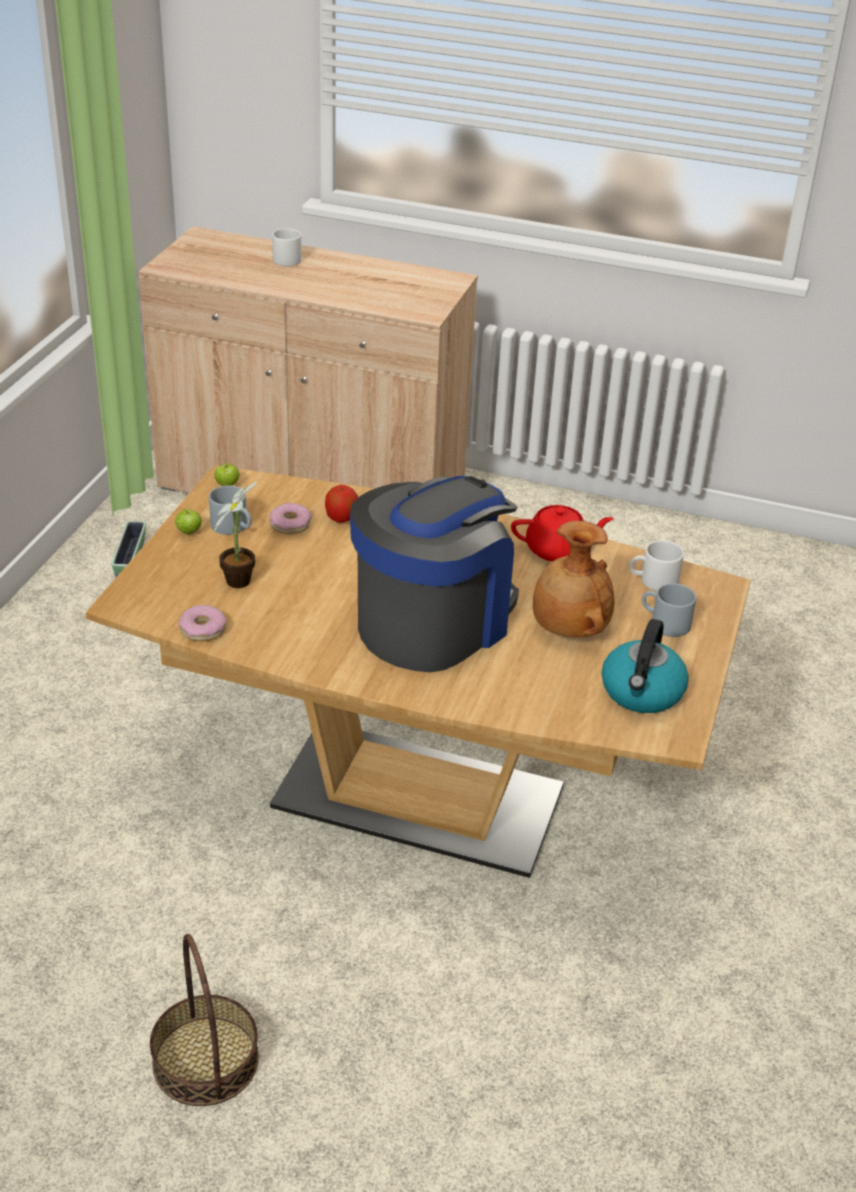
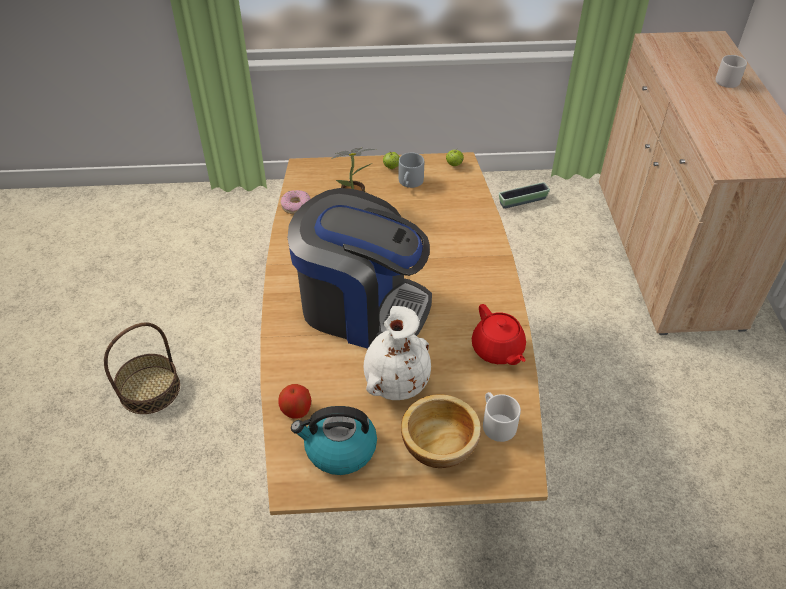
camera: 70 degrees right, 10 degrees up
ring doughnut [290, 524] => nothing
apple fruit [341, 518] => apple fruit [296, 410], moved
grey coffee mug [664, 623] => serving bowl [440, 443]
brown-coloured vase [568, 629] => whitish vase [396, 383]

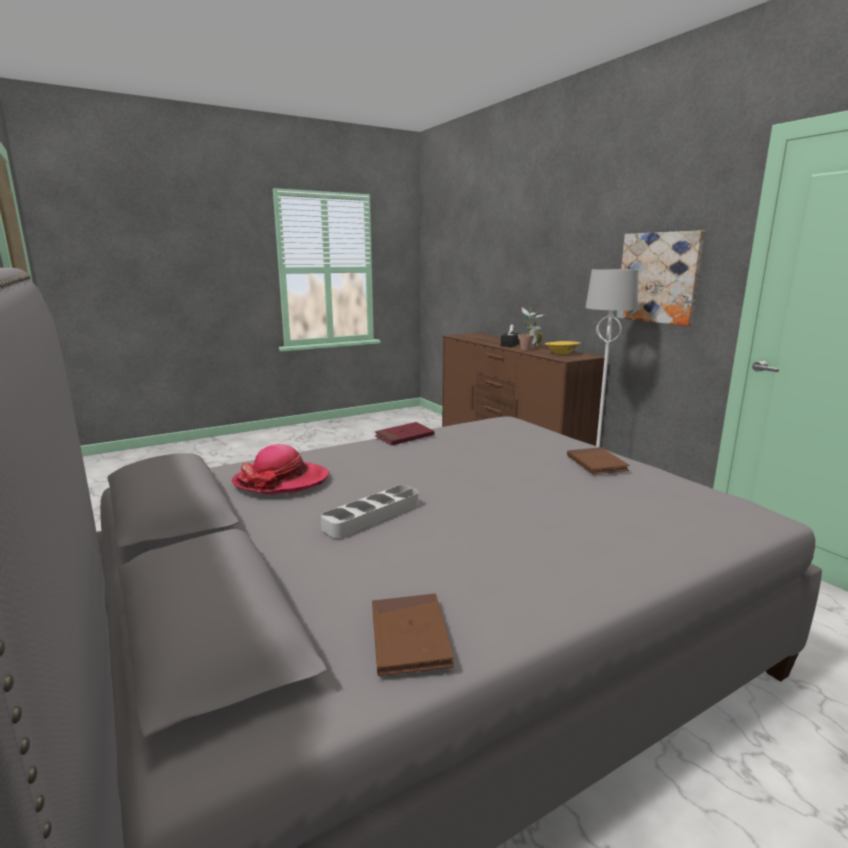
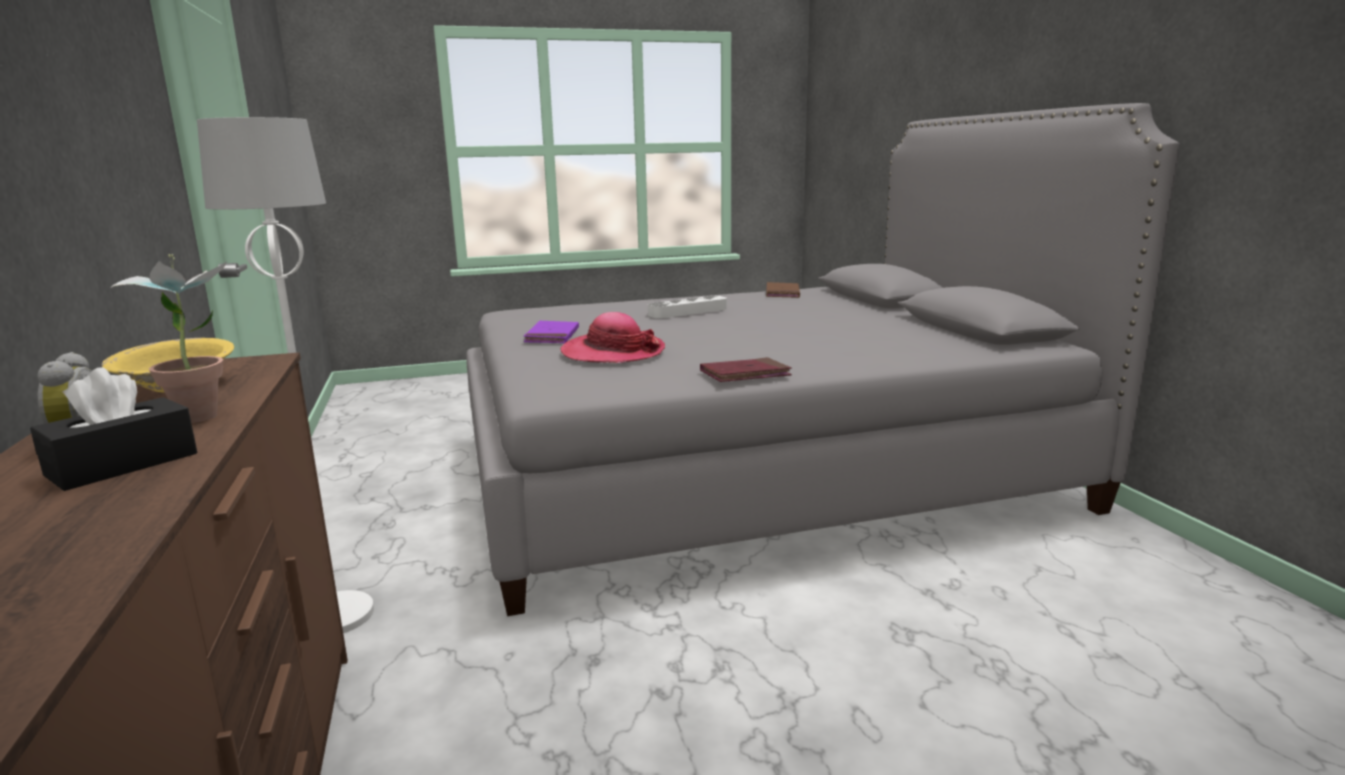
camera: 165 degrees left, 0 degrees up
wall picture [659, 277] => nothing
wearable hat [281, 481] => wearable hat [613, 353], moved
grey tray [372, 516] => grey tray [688, 312], moved
brown-coloured book [596, 464] => purple book [552, 336]

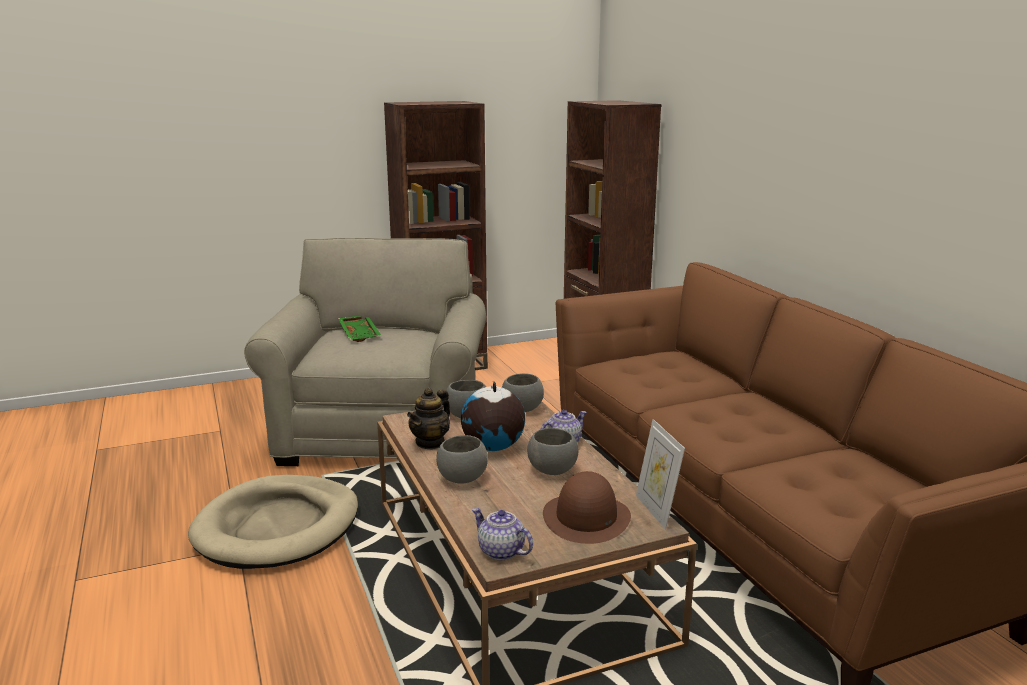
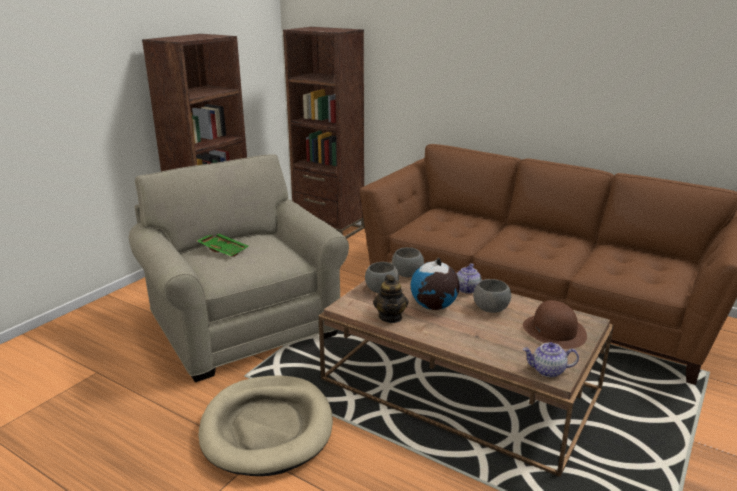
camera: 35 degrees left, 5 degrees up
grey serving bowl [461, 479] => nothing
picture frame [656, 510] => nothing

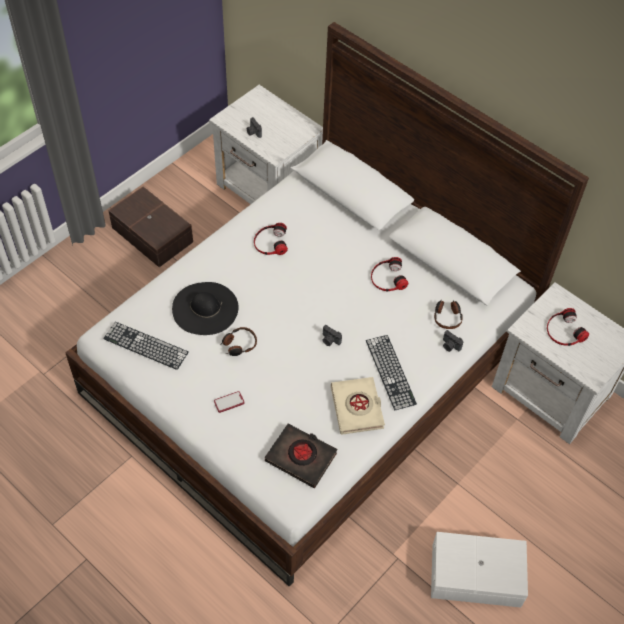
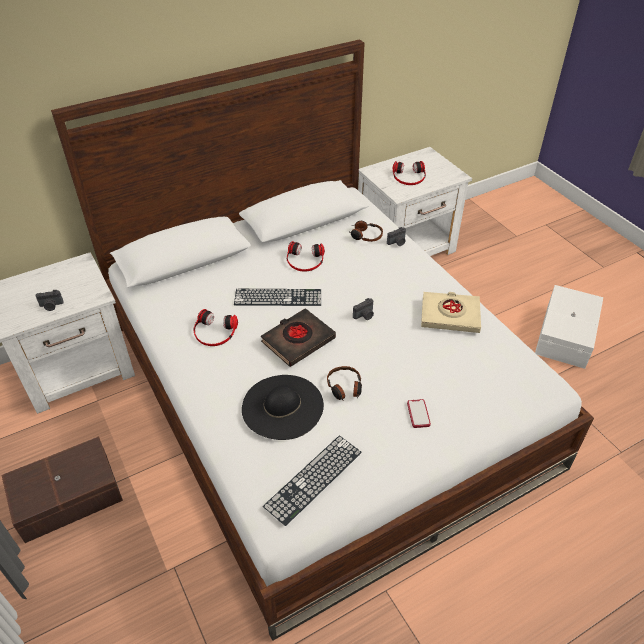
camera: 70 degrees left, 10 degrees down
blackish book [301, 457] => blackish book [298, 340], moved
PC keyboard [390, 372] => PC keyboard [278, 297], moved

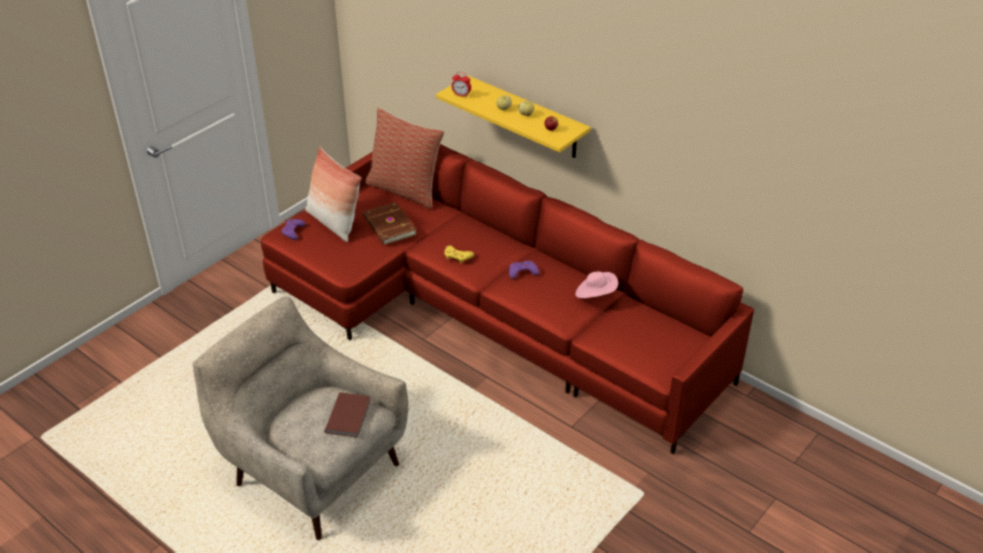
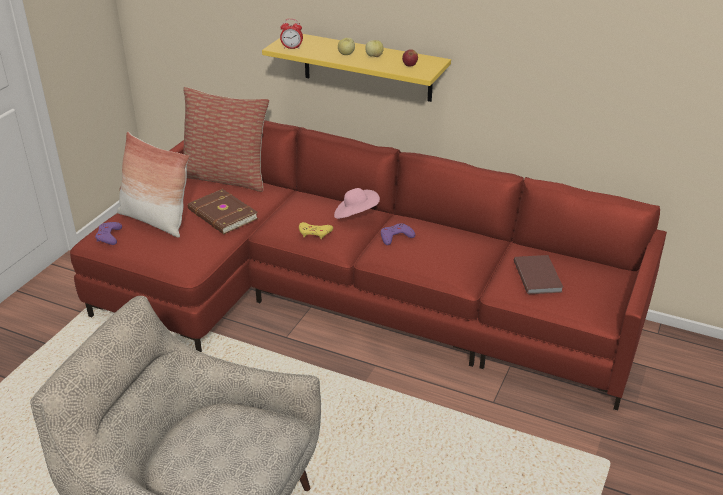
camera: 15 degrees left, 5 degrees down
brown-coloured book [349, 416] => brown-coloured book [538, 276], moved
pink-coloured wearable hat [595, 294] => pink-coloured wearable hat [355, 215], moved

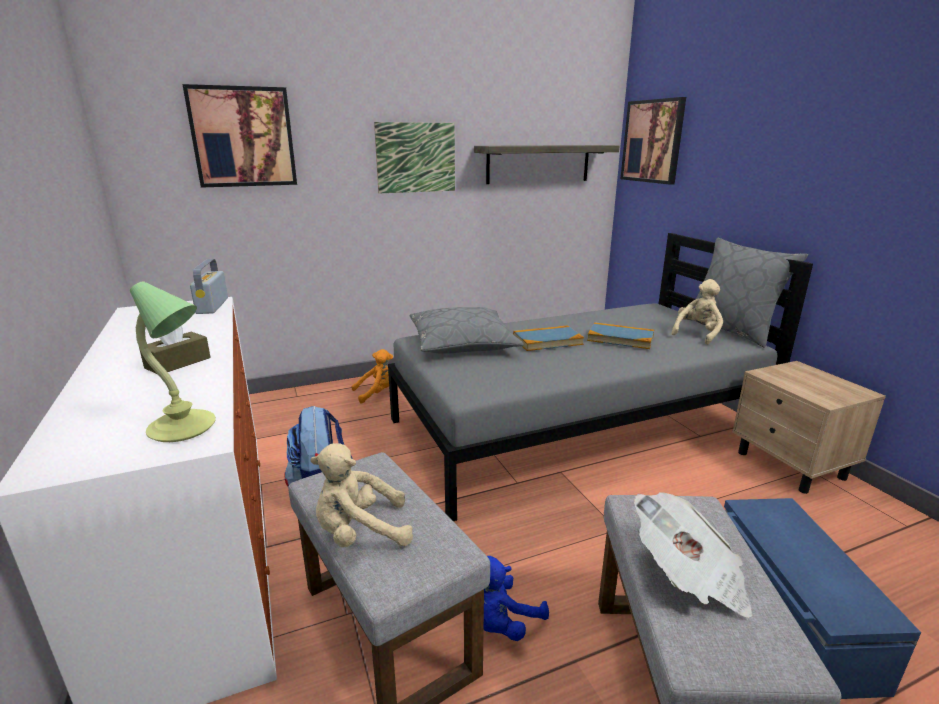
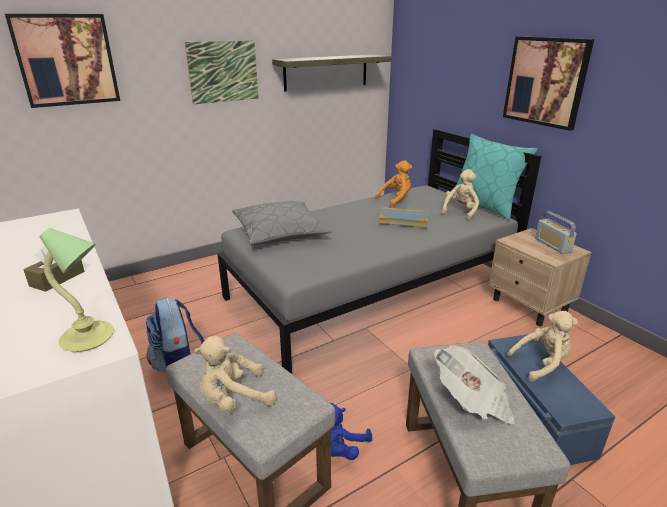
camera: 10 degrees left, 5 degrees up
book [547, 341] => nothing
nothing => sand-coloured soft toy [541, 363]
radio receiver [212, 306] => radio receiver [552, 245], moved
orange-coloured soft toy [377, 393] => orange-coloured soft toy [396, 199], moved
wall picture [652, 141] => wall picture [545, 82], moved
grey throw pillow [731, 329] => turquoise throw pillow [484, 206]

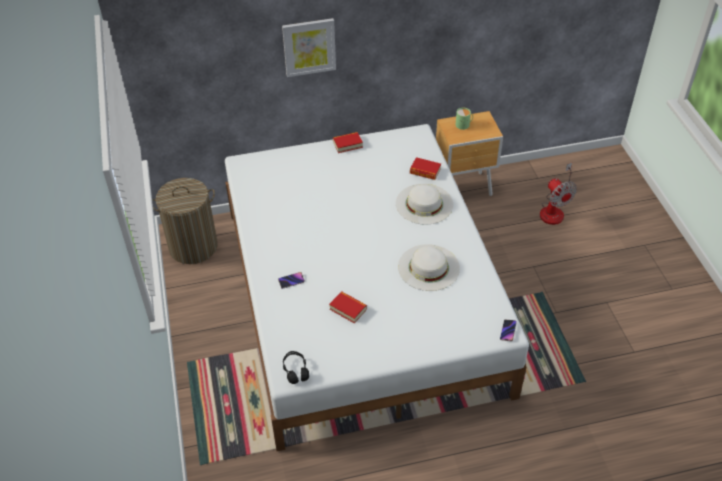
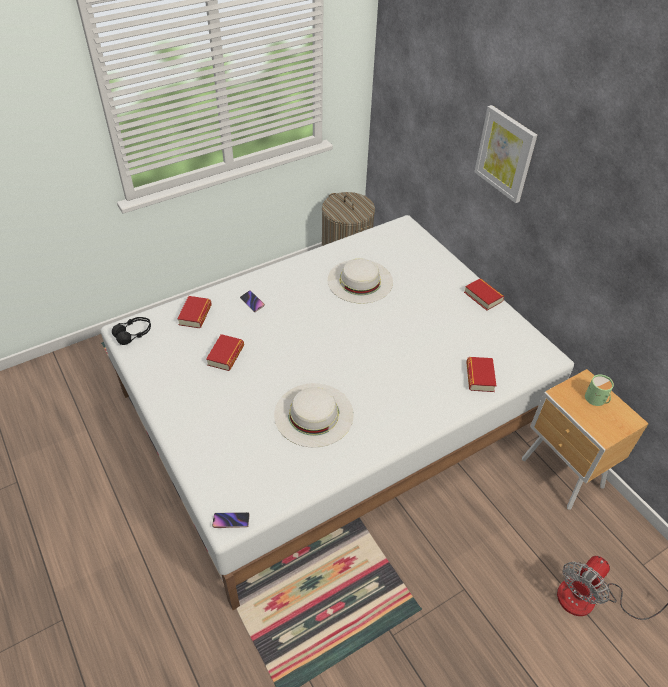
camera: 70 degrees right, 0 degrees up
nothing => book [195, 315]
whitish wearable hat [424, 204] => whitish wearable hat [360, 281], moved

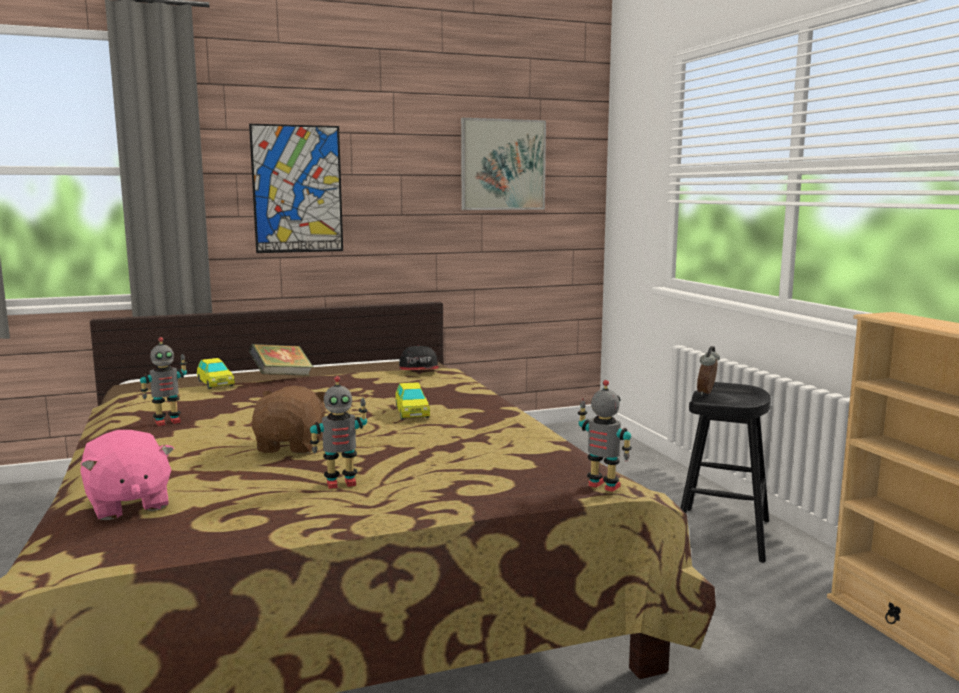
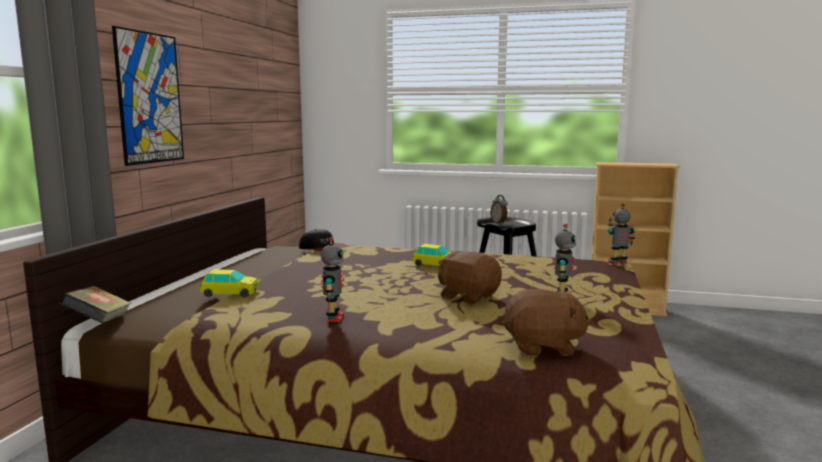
camera: 55 degrees left, 0 degrees up
wall picture [503, 165] => nothing
book [282, 377] => book [99, 324], moved
pink-coloured soft toy [127, 505] => brown-coloured soft toy [543, 347]

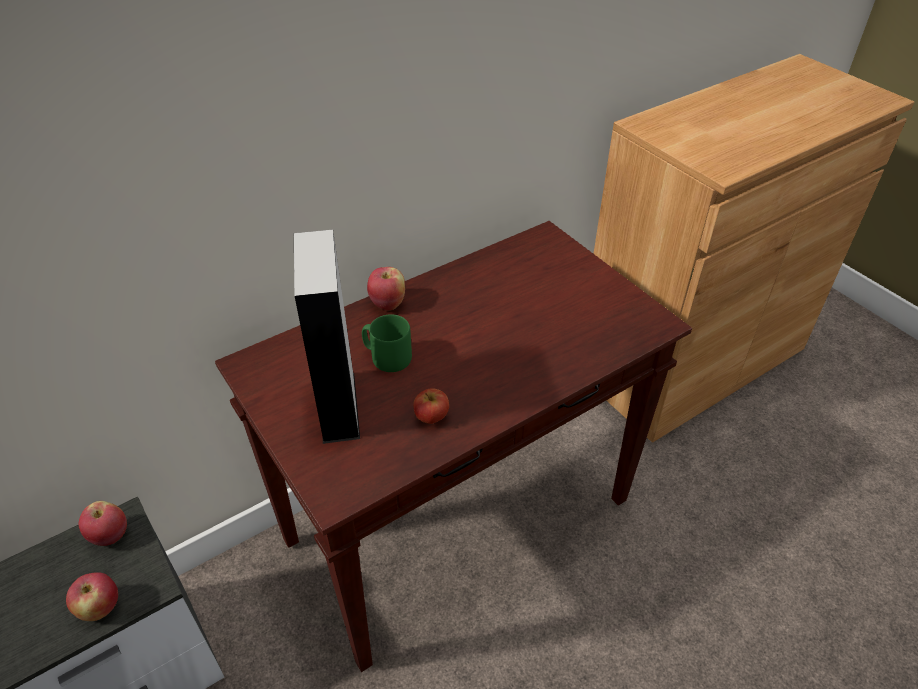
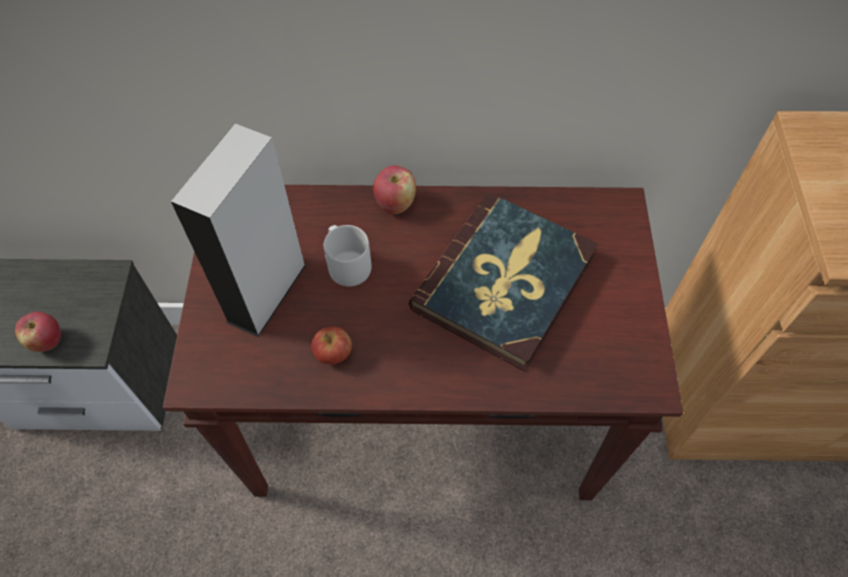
camera: 35 degrees right, 15 degrees up
apple fruit [110, 535] => nothing
nothing => book [505, 283]
green coffee mug [387, 357] => grey coffee mug [347, 264]

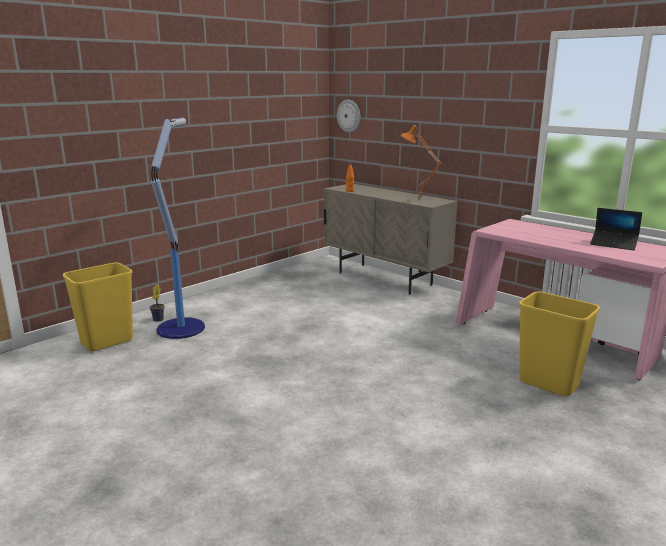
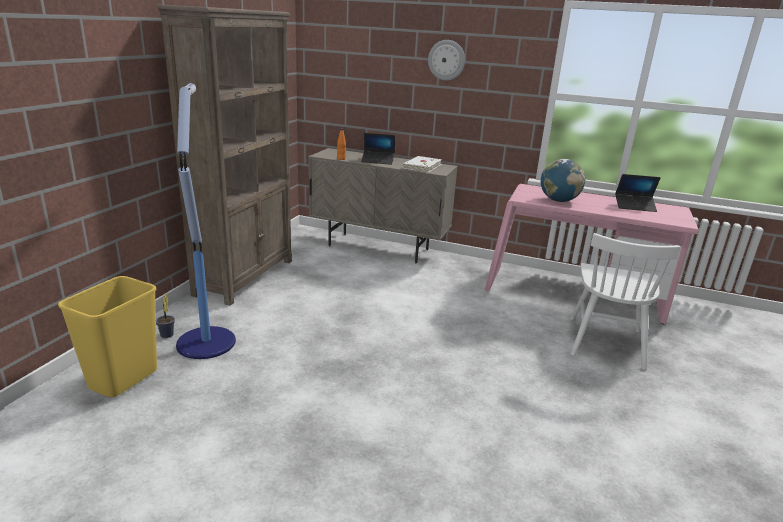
camera: 25 degrees left, 5 degrees up
nothing => brown-coloured bookcase [245, 277]
nothing => laptop [378, 161]
nothing => world globe [558, 201]
hanging clock [349, 116] => hanging clock [446, 60], moved
orange-coloured lamp for a table [418, 199] => whitish book [421, 166]
yellow-coloured trash can [547, 384] => whitish chair [605, 342]

